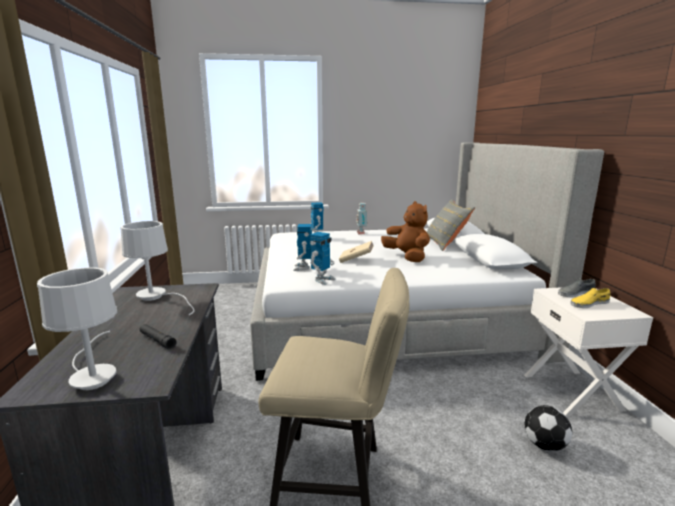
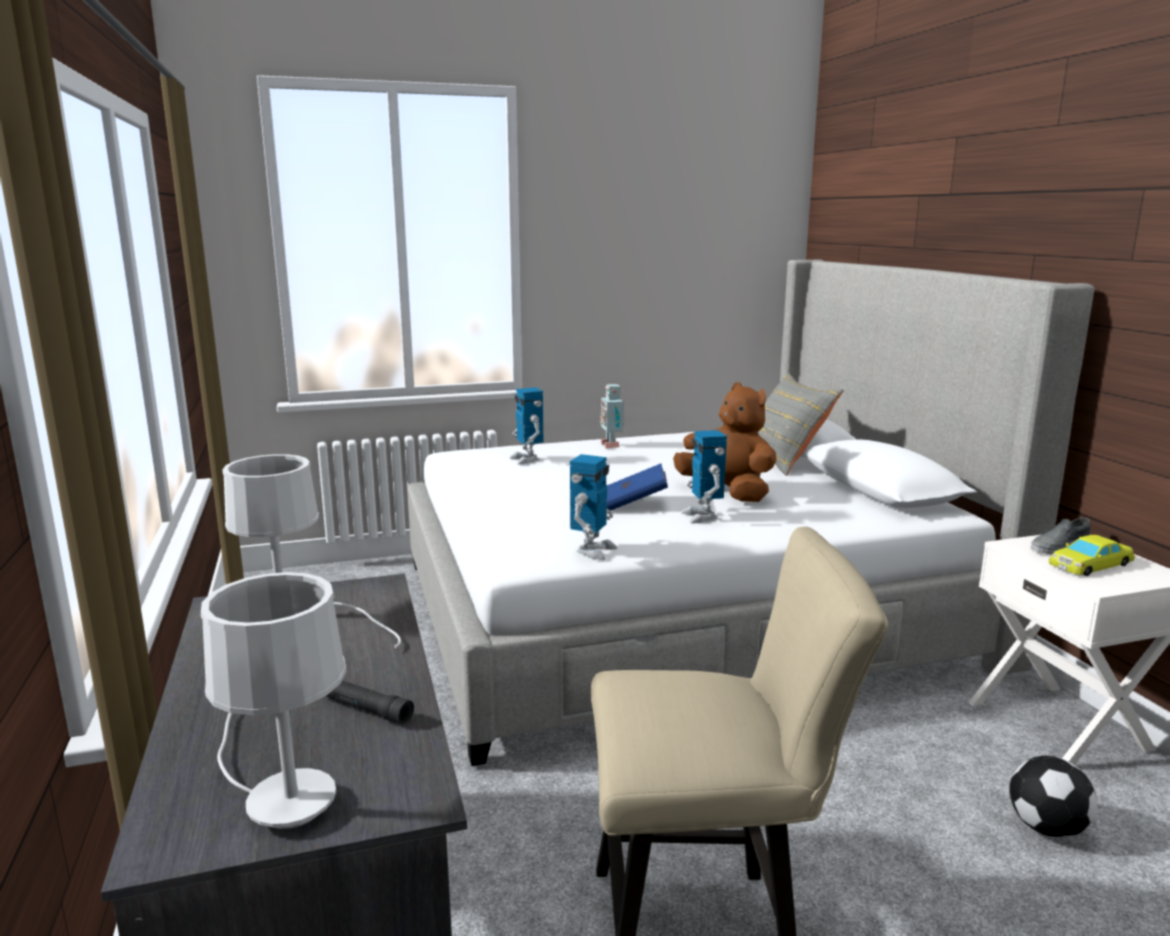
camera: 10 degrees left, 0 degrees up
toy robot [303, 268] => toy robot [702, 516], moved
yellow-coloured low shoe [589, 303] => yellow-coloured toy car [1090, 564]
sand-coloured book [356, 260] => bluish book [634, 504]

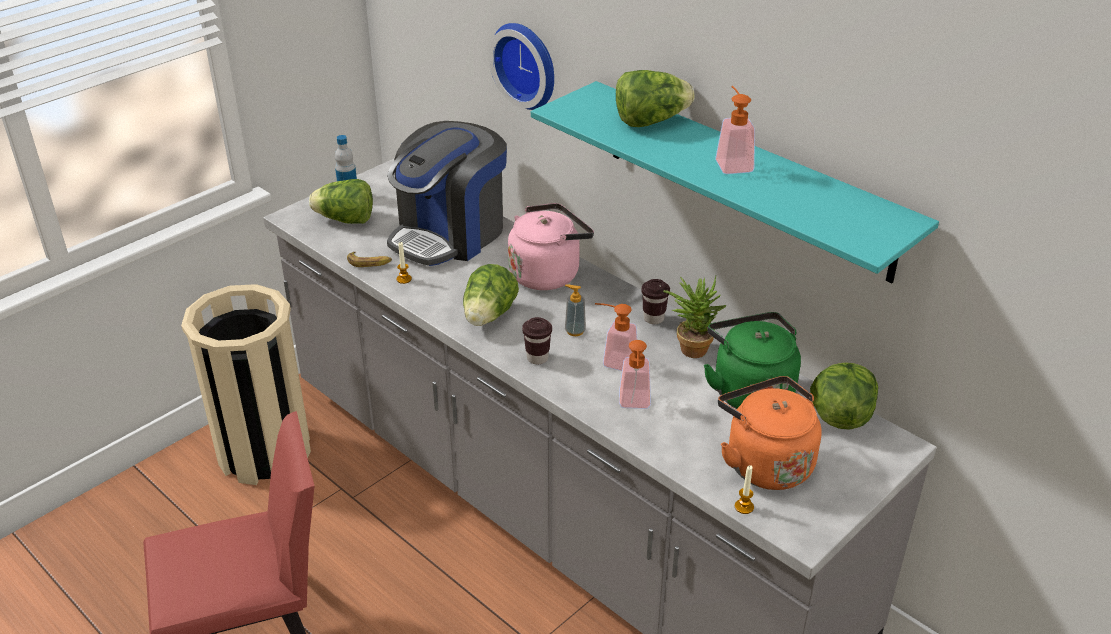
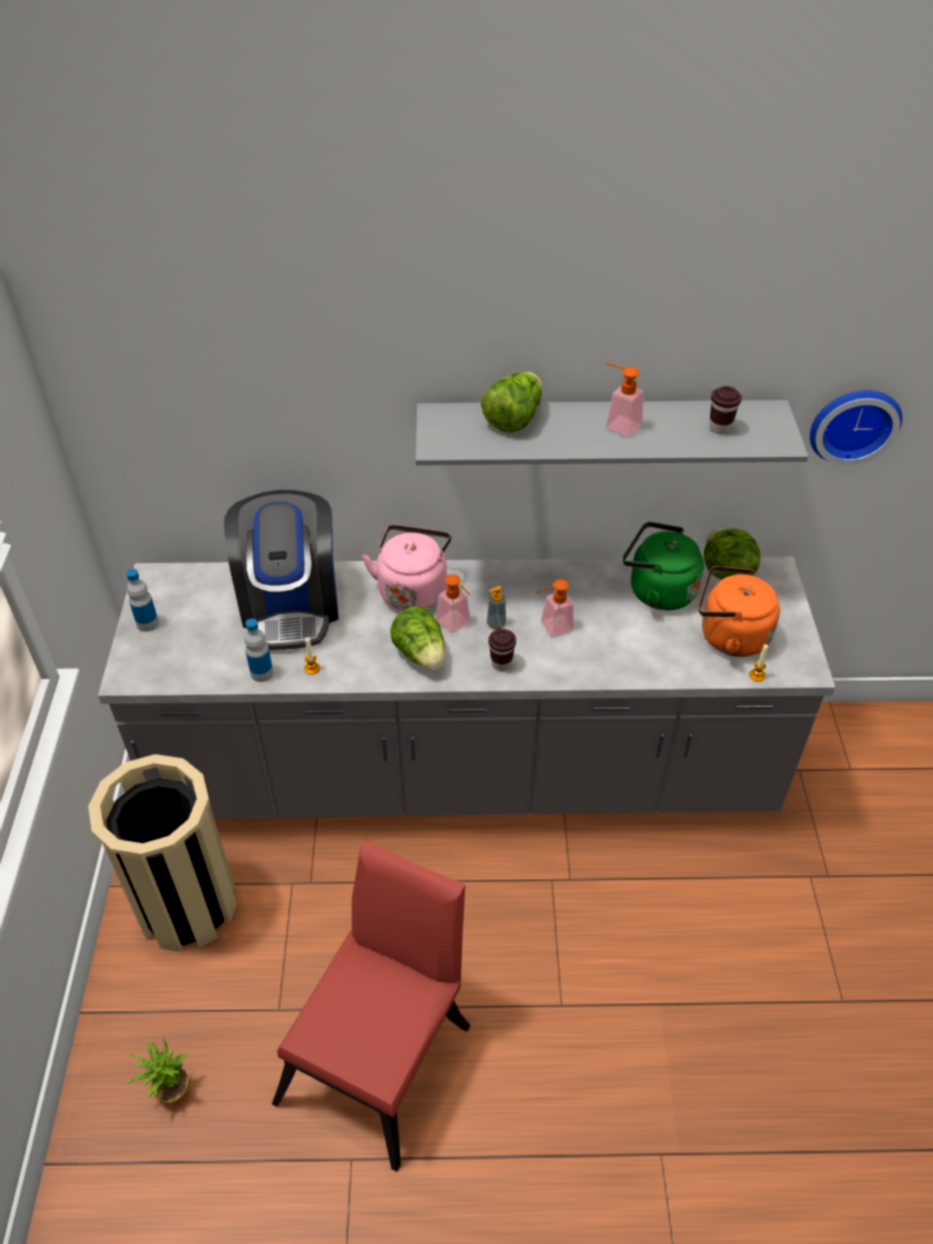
camera: 45 degrees left, 10 degrees up
lettuce head [345, 220] => nothing
hanging clock [527, 64] => hanging clock [853, 422], moved
soap dispenser [634, 404] => soap dispenser [457, 625], moved
brown-coloured cup [653, 318] => brown-coloured cup [719, 428], moved
plant in a pot [691, 346] => plant in a pot [169, 1090], moved
banana [369, 262] => bottle [262, 673]
turquoise wall shelf [746, 179] => grey wall shelf [599, 430]

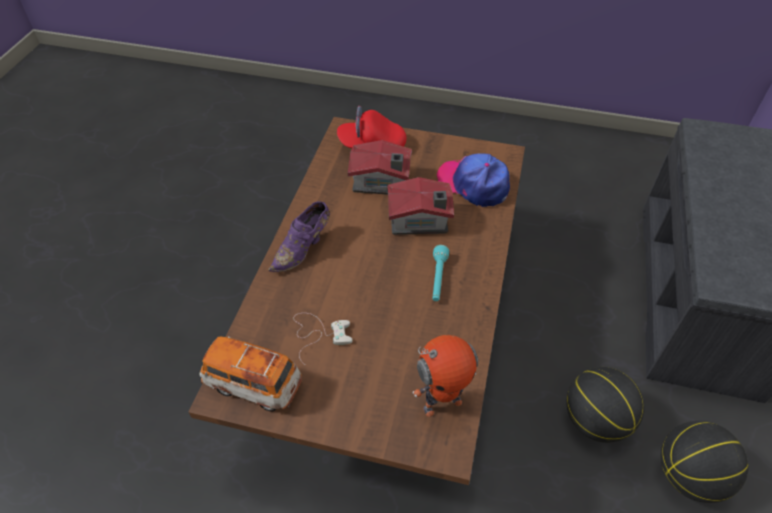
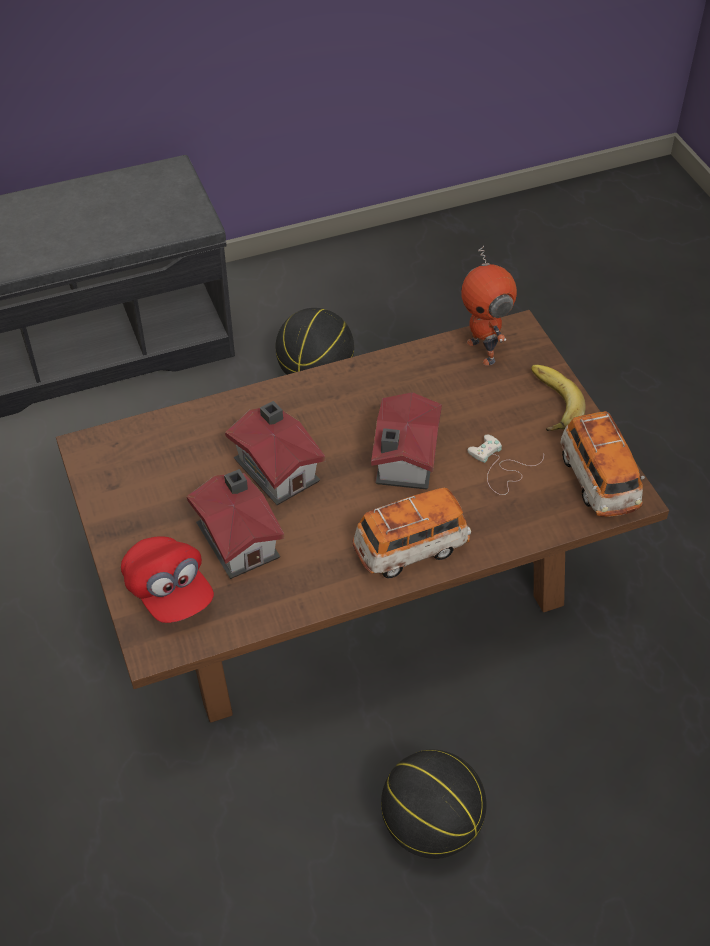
camera: 125 degrees left, 0 degrees up
turquoise hand torch [438, 279] => nothing
cap [473, 184] => nothing
nothing => toy house [403, 461]
nothing => banana [549, 403]
basketball [689, 476] => basketball [431, 825], moved
purple low shoe [303, 249] => toy car [411, 548]
toy robot [441, 403] => toy robot [483, 351], 150 degrees counterclockwise

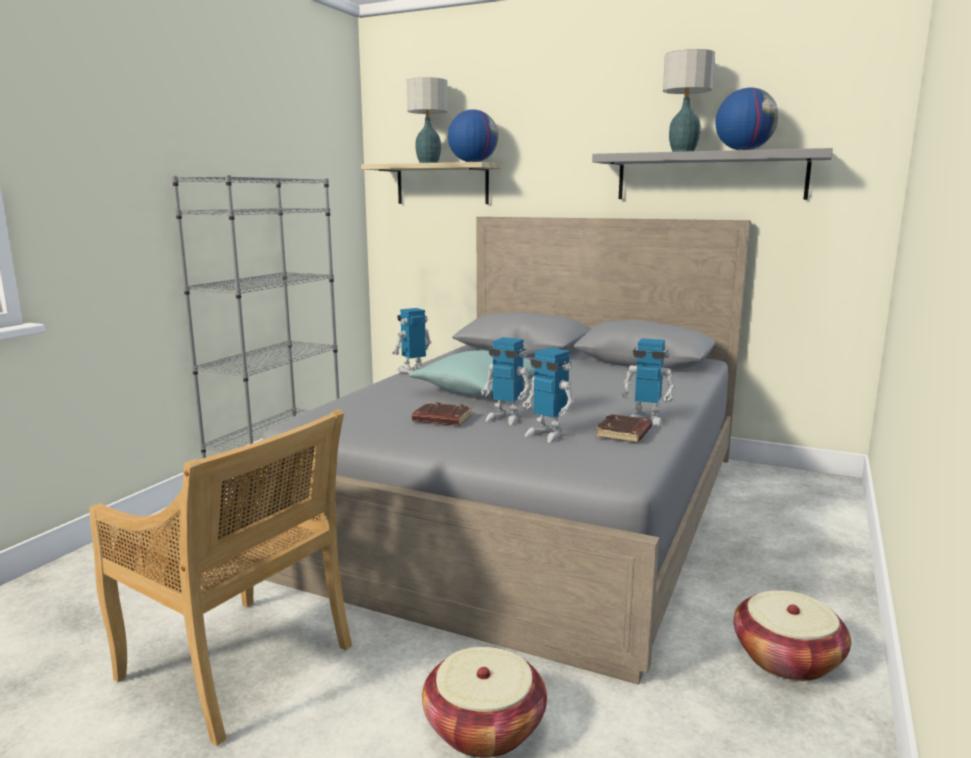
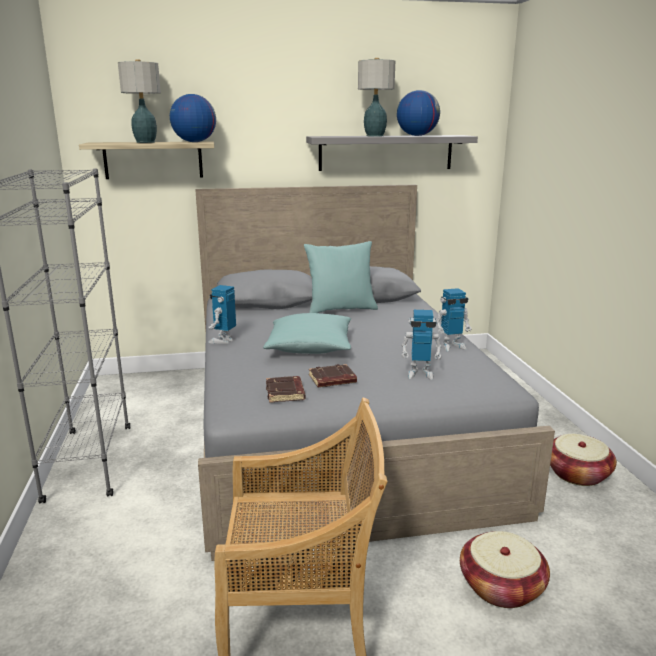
camera: 35 degrees left, 5 degrees up
toy robot [505, 418] => nothing
nothing => turquoise throw pillow [341, 309]
brown-coloured book [624, 434] => brown-coloured book [286, 393], moved

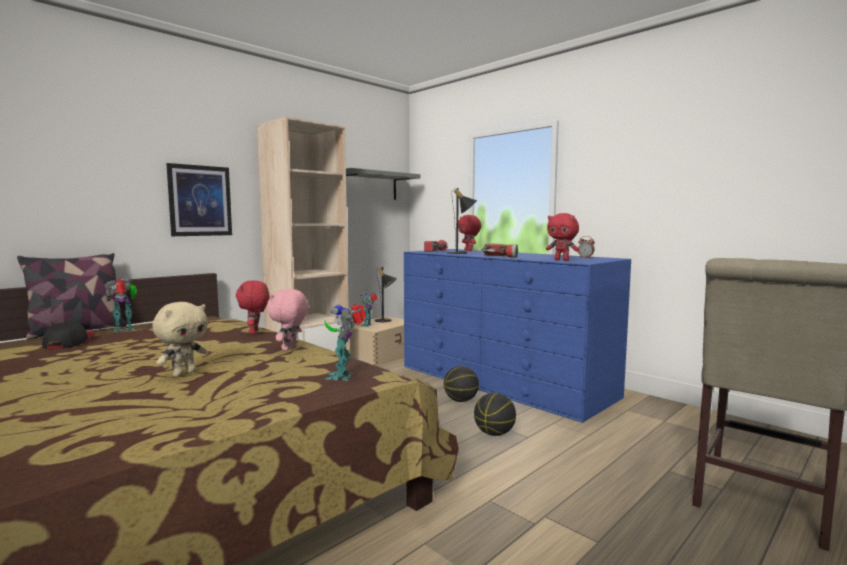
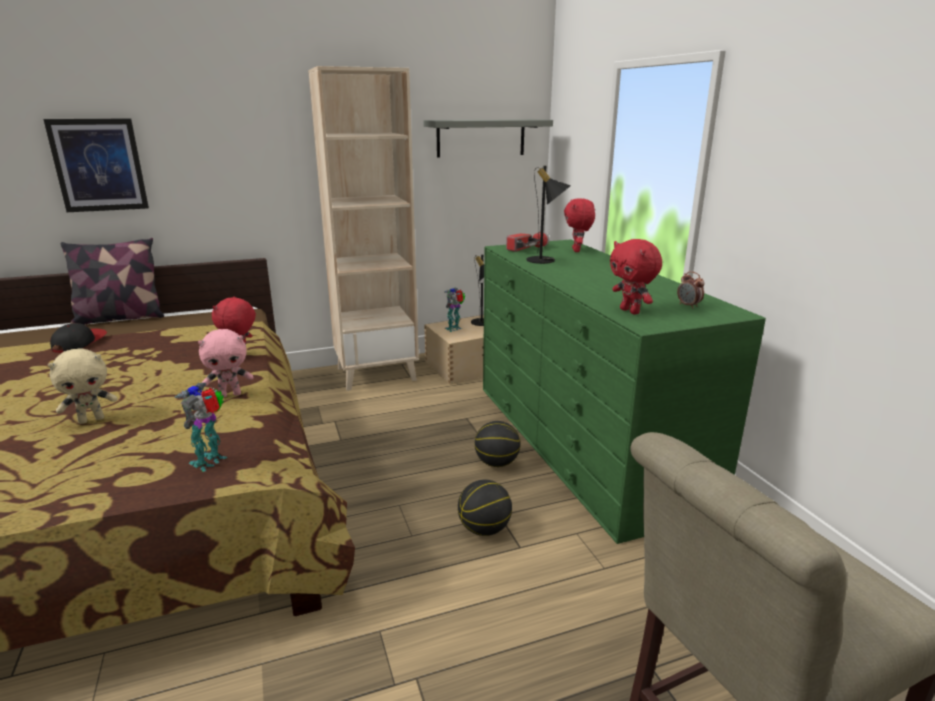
camera: 25 degrees right, 15 degrees up
toy robot [125, 329] => nothing
hand torch [500, 256] => nothing
wall picture [200, 201] => wall picture [99, 165], moved
bluish chest of drawers [503, 381] => green chest of drawers [582, 442]
pink-coloured soft toy [290, 348] => pink-coloured soft toy [230, 394], 150 degrees counterclockwise

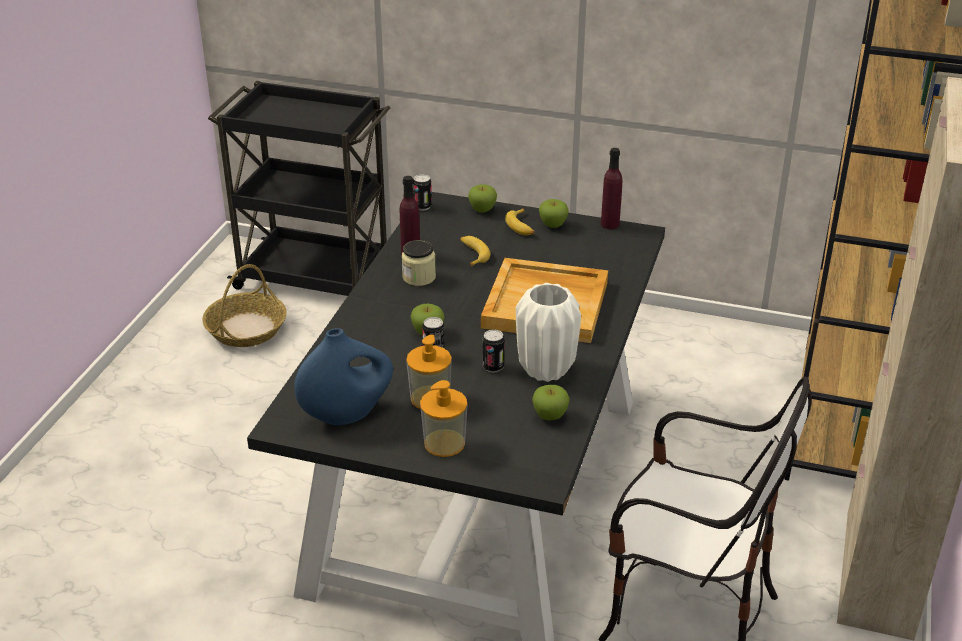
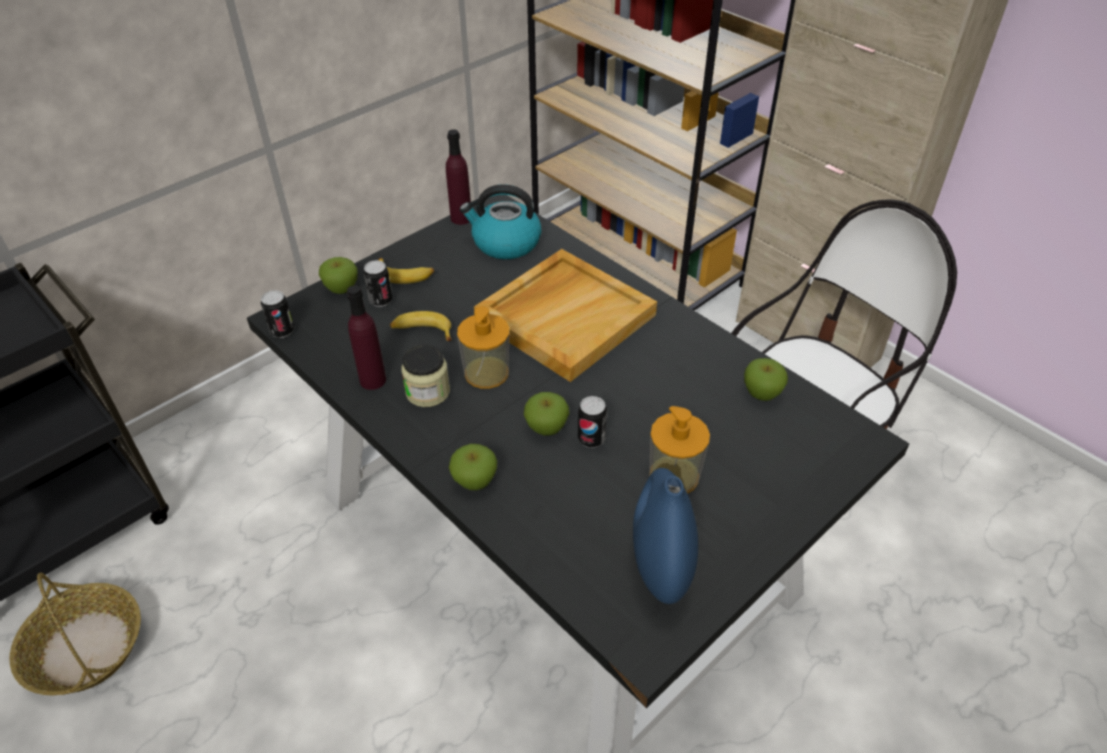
camera: 60 degrees left, 10 degrees up
whitish vase [545, 370] => nothing
nothing => water kettle [505, 243]
soap dispenser [444, 443] => soap dispenser [486, 372], moved
sealed can [493, 367] => sealed can [381, 300], moved
apple fruit [553, 225] => apple fruit [475, 481], moved

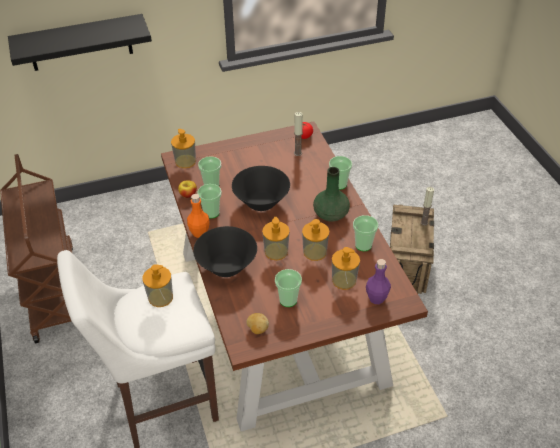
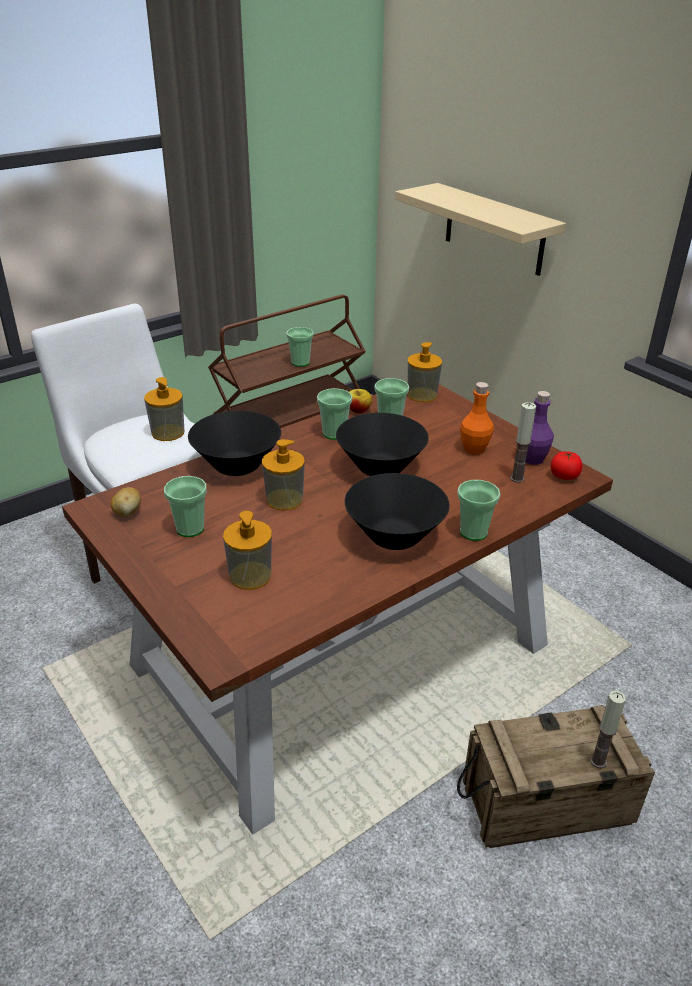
camera: 70 degrees right, 10 degrees down
soap dispenser [315, 252] => nothing
orange-coloured bottle [199, 233] => orange-coloured bottle [474, 449], moved
cup [363, 245] => cup [300, 362], moved
purple bottle [376, 298] => purple bottle [532, 459], moved
green vase [331, 214] => blackish serving bowl [395, 536]
blackish wall shelf [80, 43] => sand-coloured wall shelf [494, 229]

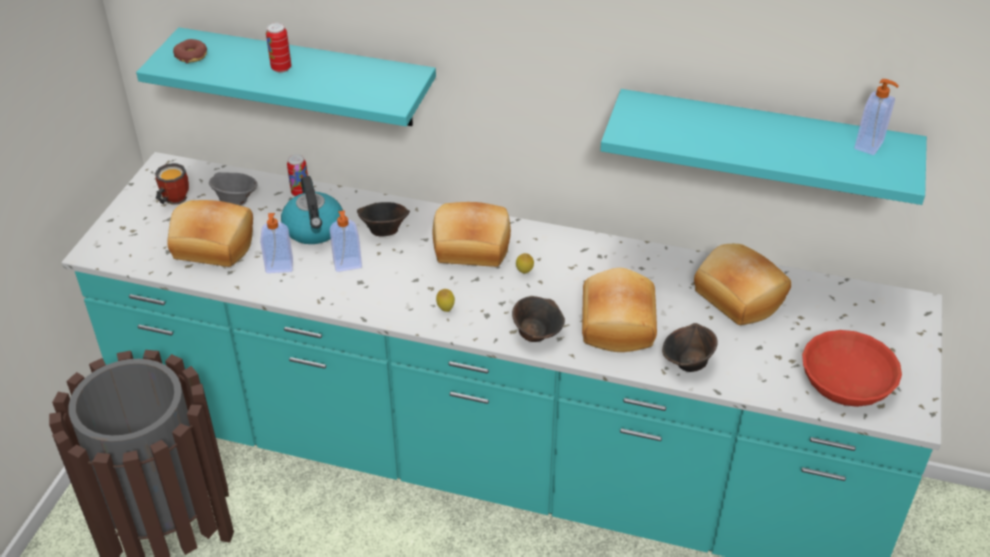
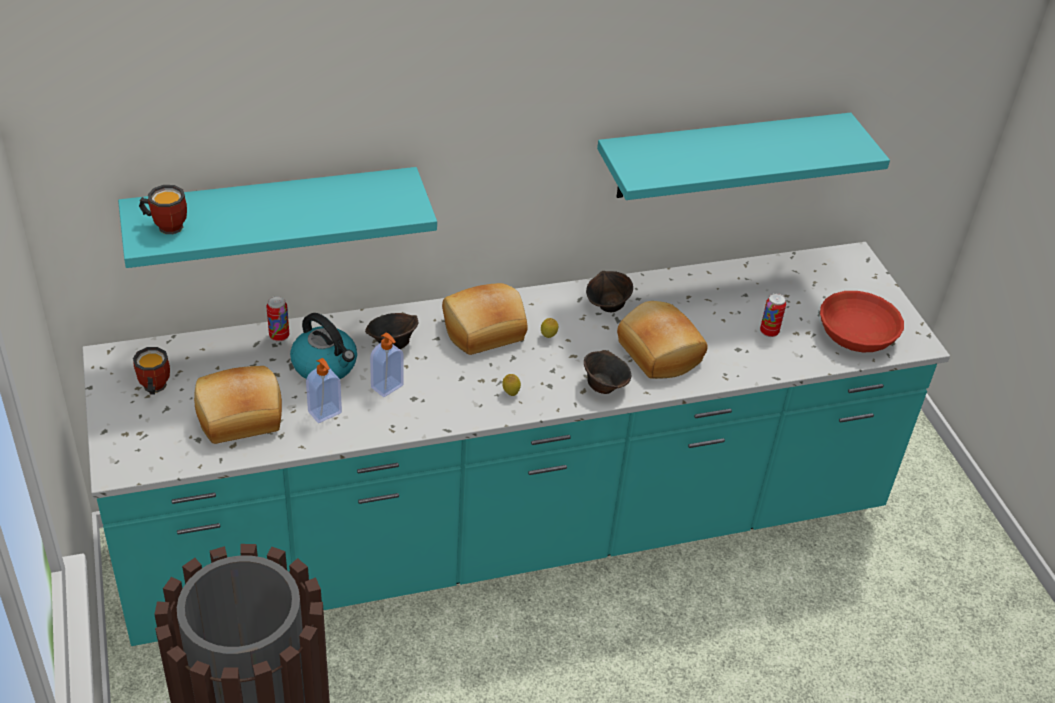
camera: 35 degrees left, 0 degrees up
grey serving bowl [235, 200] => nothing
bread [737, 297] => nothing
soap dispenser [870, 146] => nothing
sealed can [281, 68] => sealed can [769, 332], moved
brown-coloured serving bowl [687, 363] => brown-coloured serving bowl [608, 306], moved
ring doughnut [191, 56] => coffee mug [167, 225]

